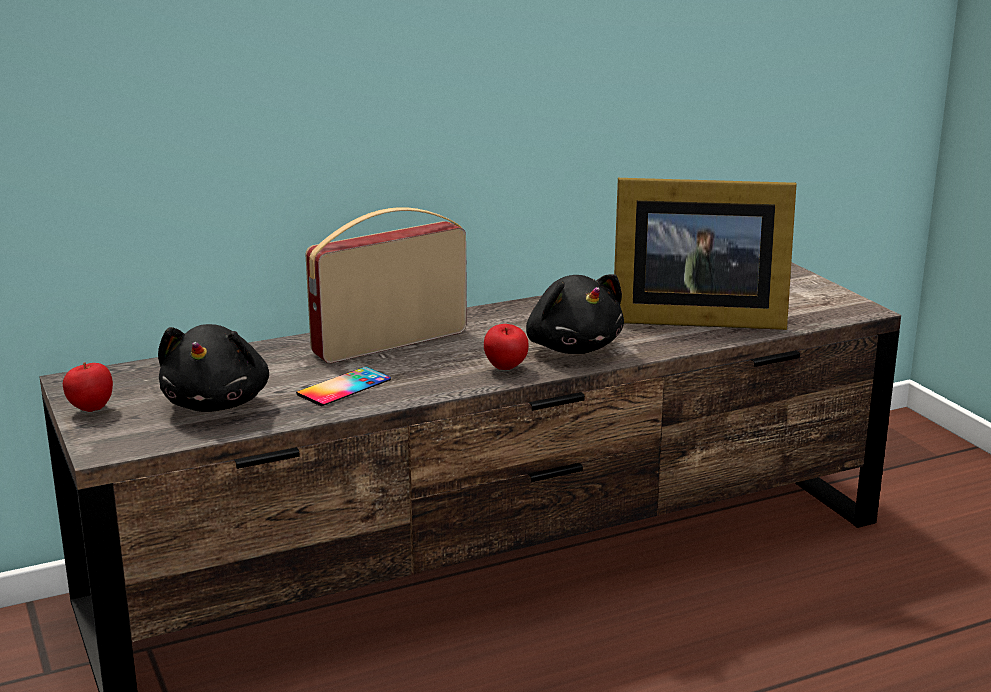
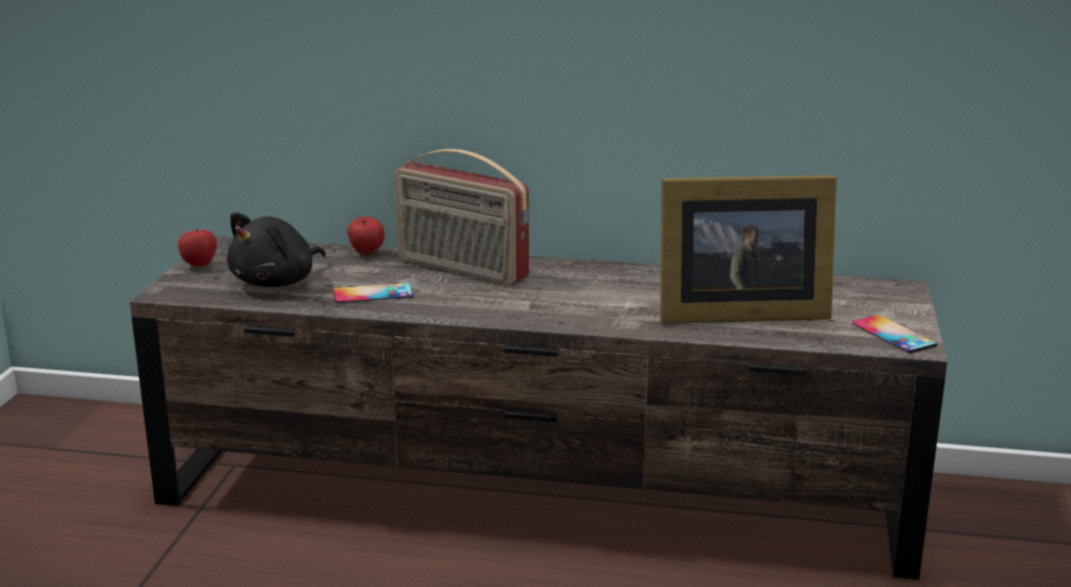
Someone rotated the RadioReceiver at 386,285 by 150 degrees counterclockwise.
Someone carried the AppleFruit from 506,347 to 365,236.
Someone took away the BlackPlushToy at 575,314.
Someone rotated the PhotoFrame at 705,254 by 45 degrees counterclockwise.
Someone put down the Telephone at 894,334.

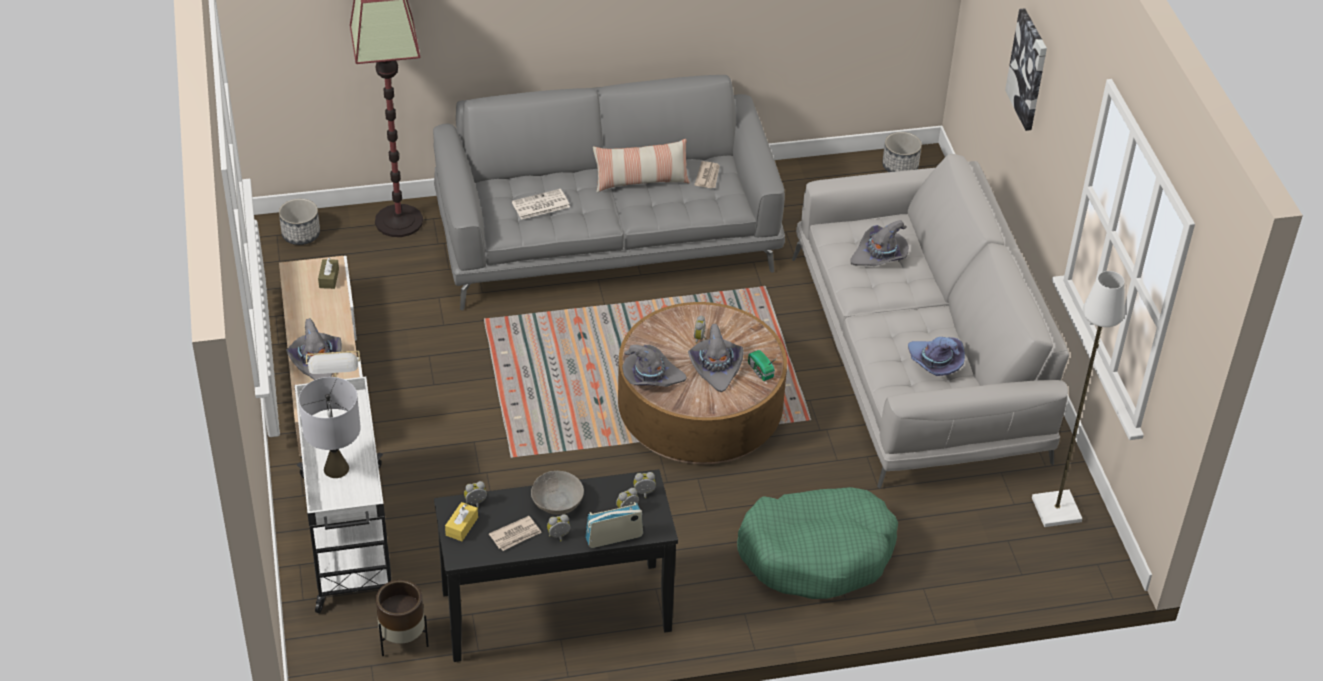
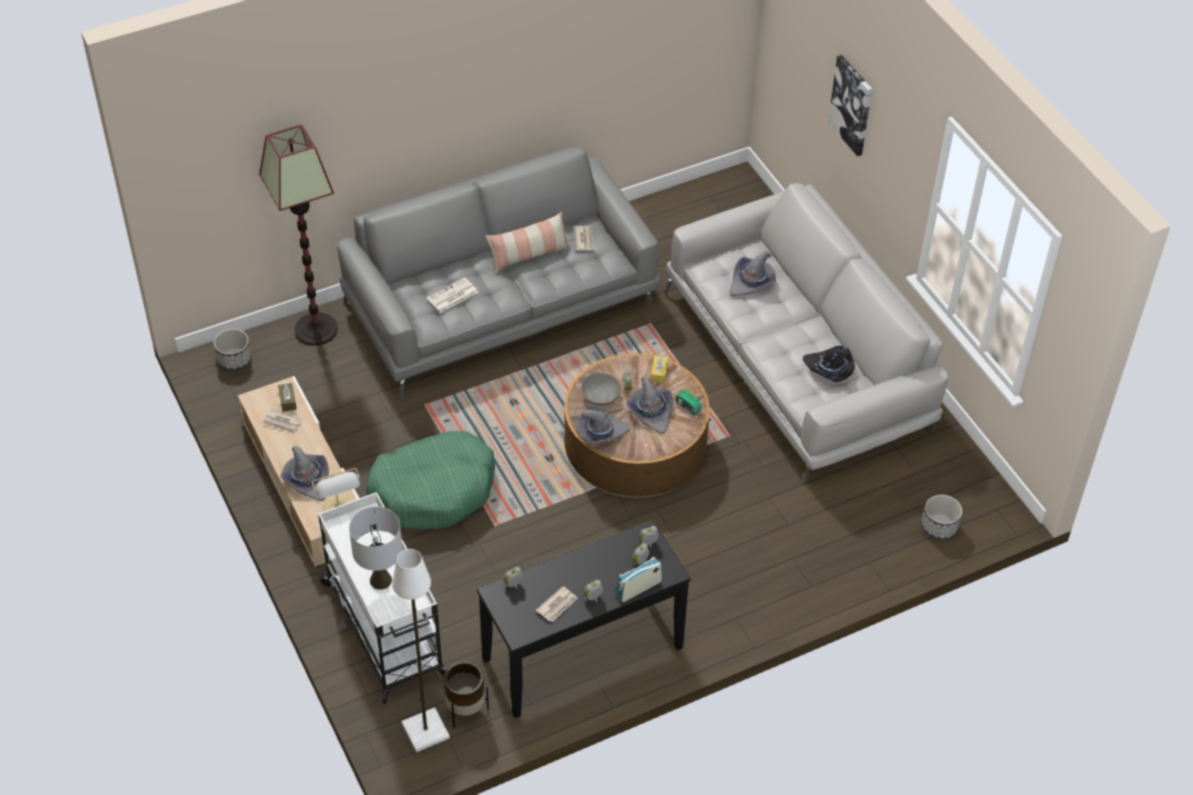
Someone carried the YellowTissueBox from 461,521 to 659,370.
Someone carried the GreyServingBowl from 557,493 to 601,389.
Someone carried the GreenPetBed from 817,543 to 430,480.
Someone carried the FlowerPot from 902,152 to 941,517.
Someone repainted the PurpleWearableHat at 936,356, which became the BlackWearableHat at 829,364.
Someone carried the WhitishStandardLamp from 1078,399 to 421,650.
Someone put down the DailyPaper at 282,421.

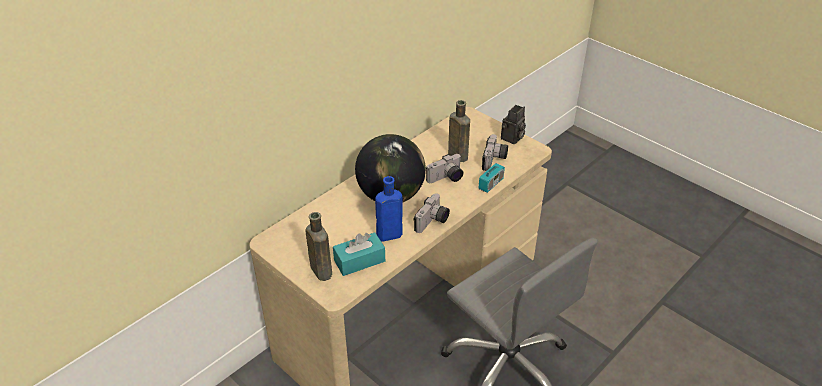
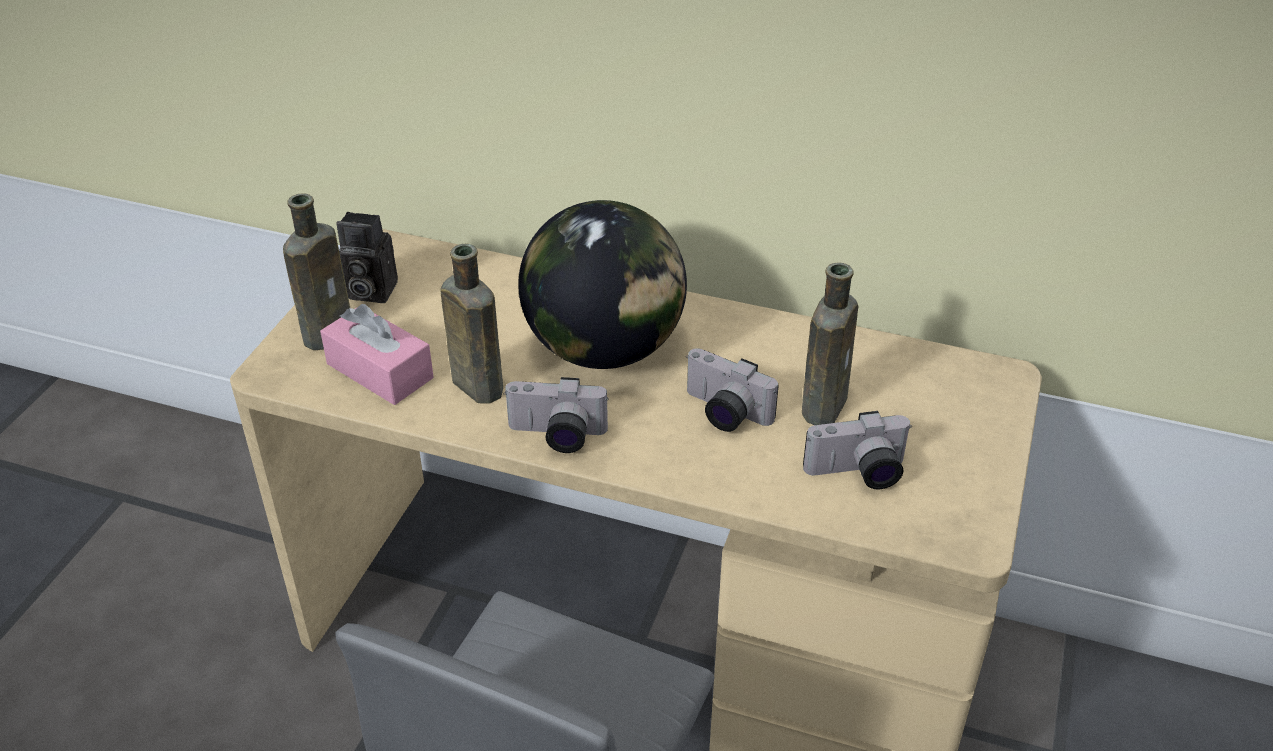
Someone repainted the TurquoiseColouredTissueBox at 359,254, which became the PinkTissueBox at 377,354.
Someone repainted the BluishBottle at 389,209, which became the BrownishBottle at 472,323.
Someone took away the RadioReceiver at 492,169.
Someone carried the PhotoCamera from 513,124 to 367,257.

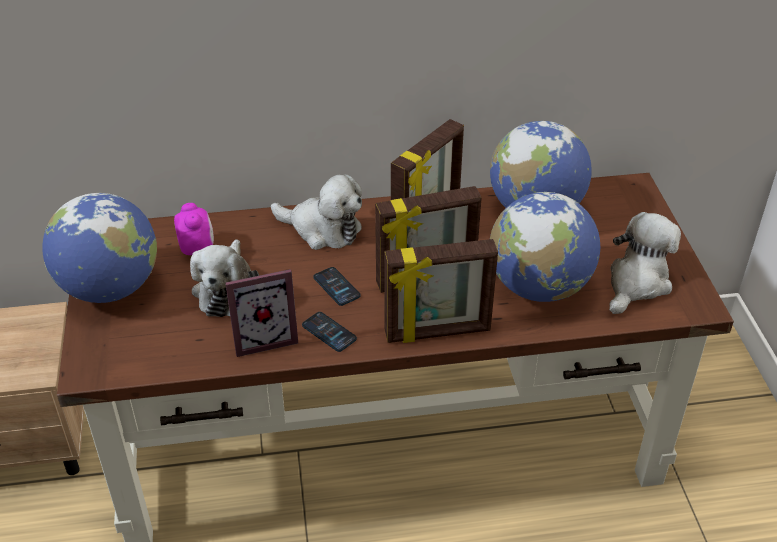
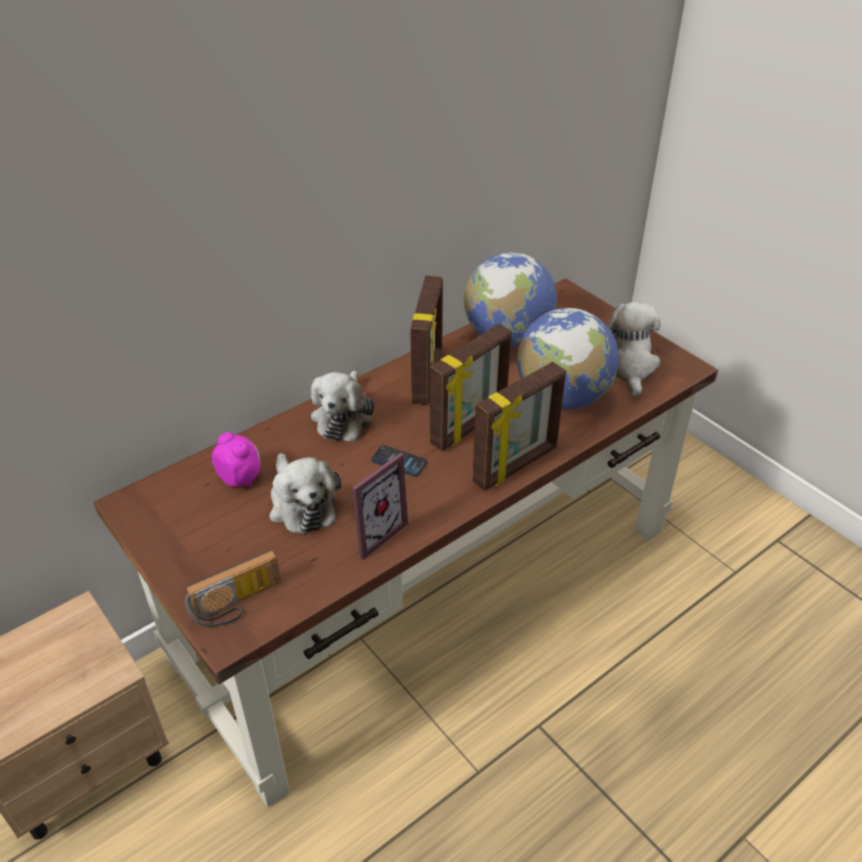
Someone took away the DeskGlobe at 99,248.
Someone rotated the PlushToy at 316,212 by 105 degrees clockwise.
Someone took away the Telephone at 329,332.
Someone put down the RadioReceiver at 233,588.

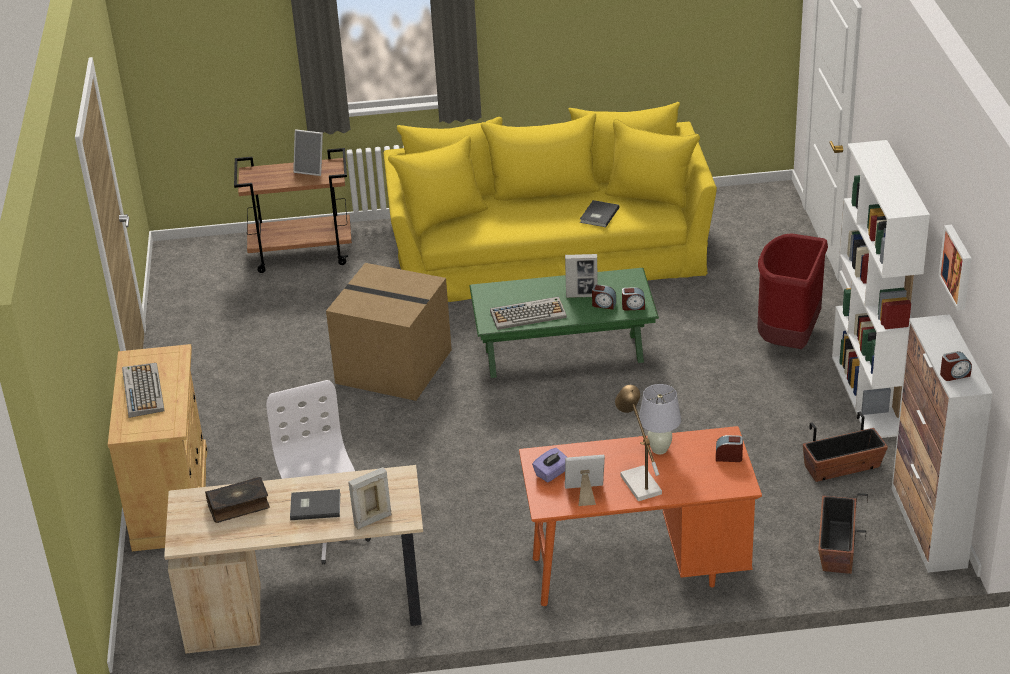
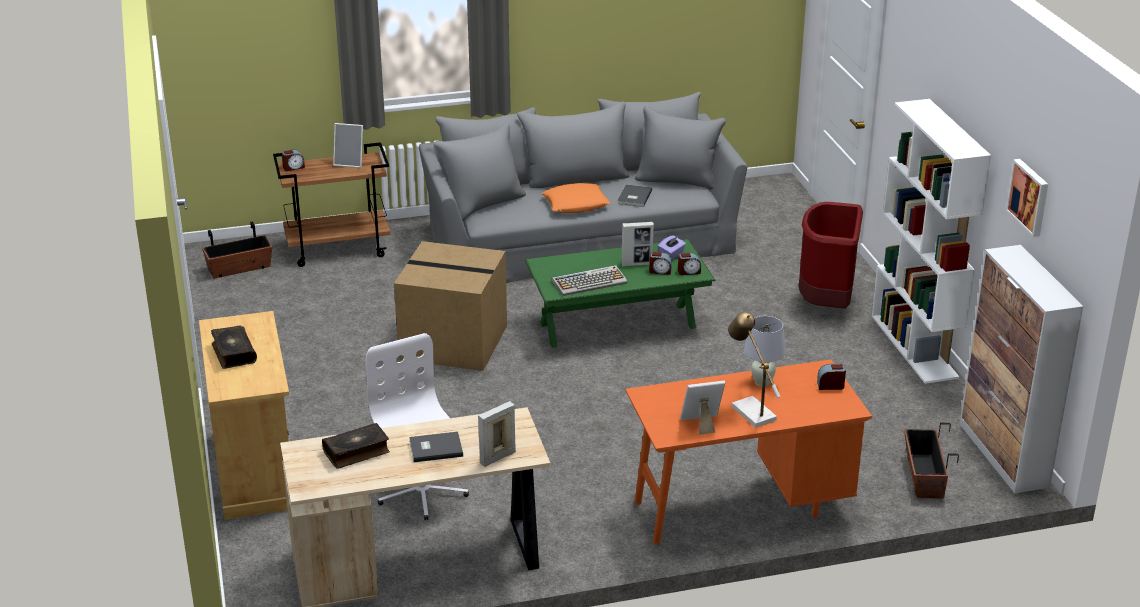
Someone swapped the Keyboard at 143,390 for the BoundBook at 234,347.
Someone repainted the YellowSofa at 550,202, which became the GreySofa at 583,187.
Someone carried the PurpleTissueBox from 550,465 to 671,247.
Someone carried the FlowerPot from 845,447 to 237,250.
Someone carried the AlarmClock from 956,366 to 293,160.
Someone put down the OrangeyPillow at 576,198.

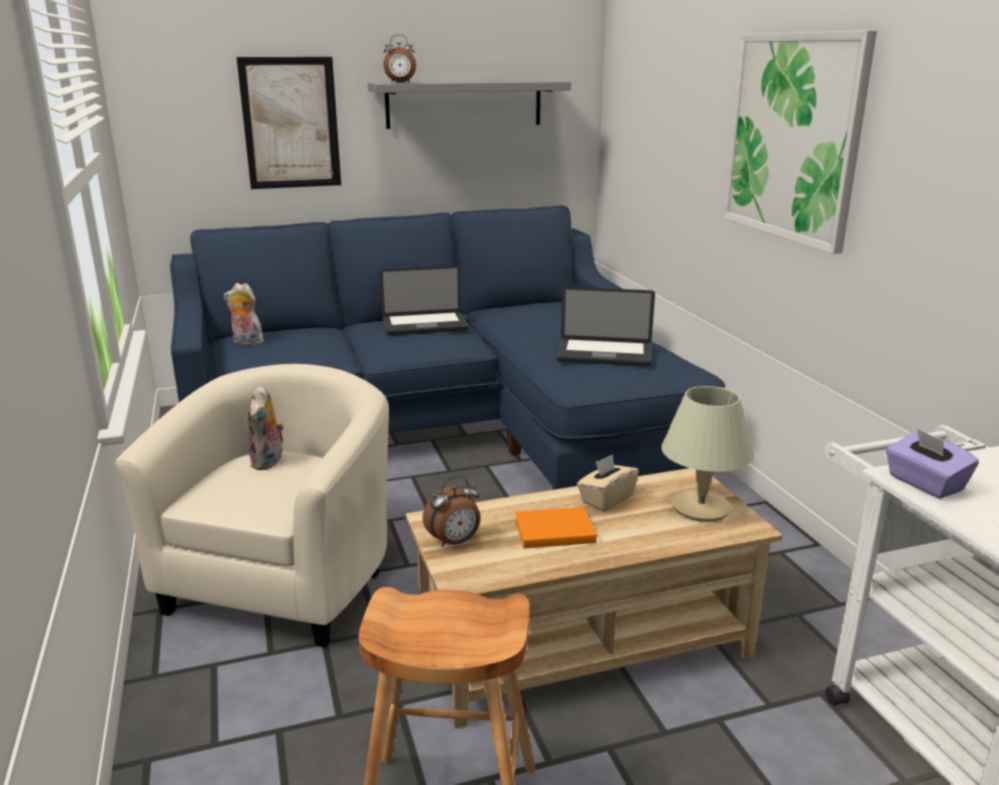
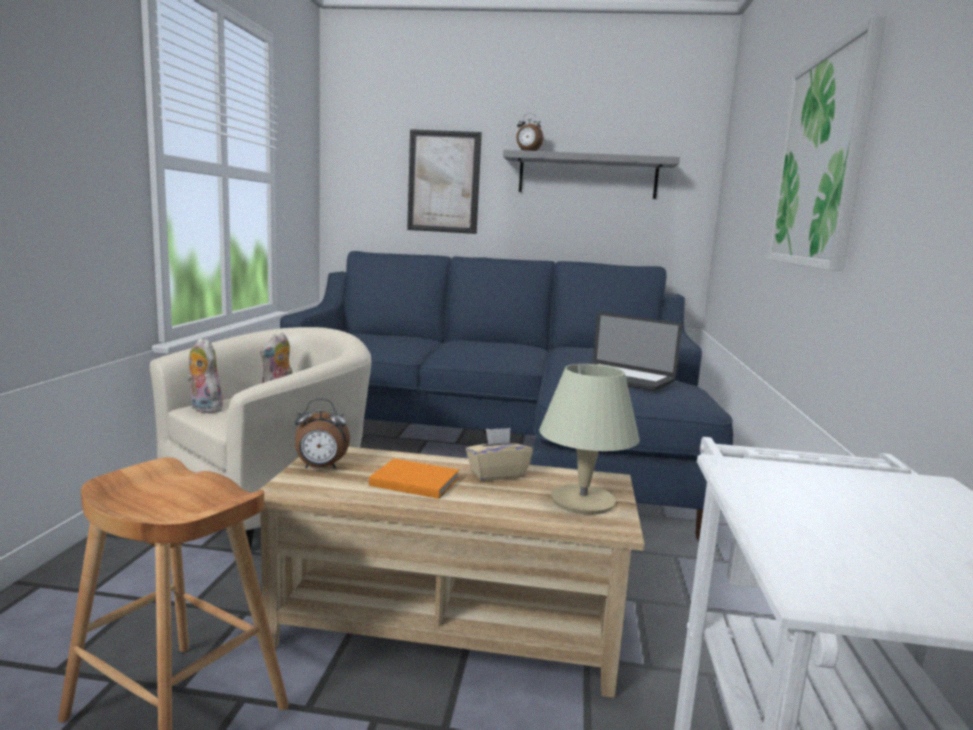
Someone carried the PlushToy from 244,314 to 205,375.
Someone took away the NotebookComputer at 424,300.
Someone took away the PurpleTissueBox at 932,464.

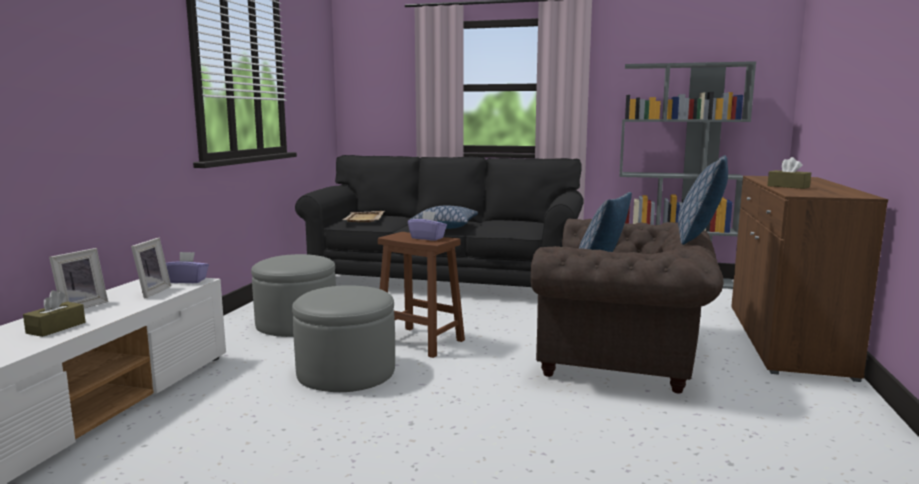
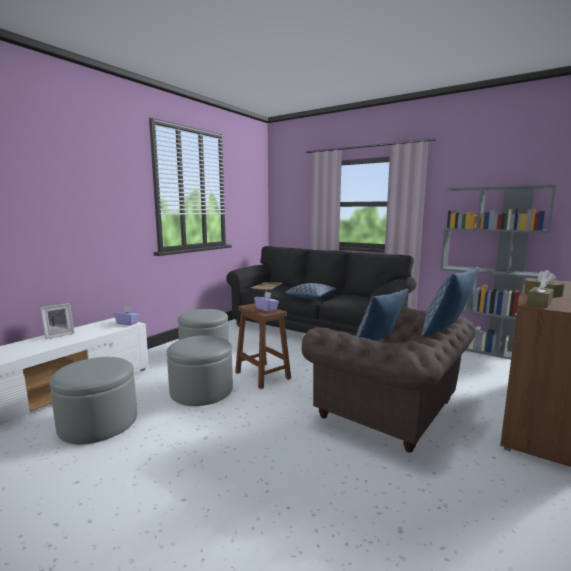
Someone carried the BrownishTissueBox from 54,313 to 540,292.
Someone took away the PhotoFrame at 151,268.
Someone put down the GreyOttoman at 93,400.

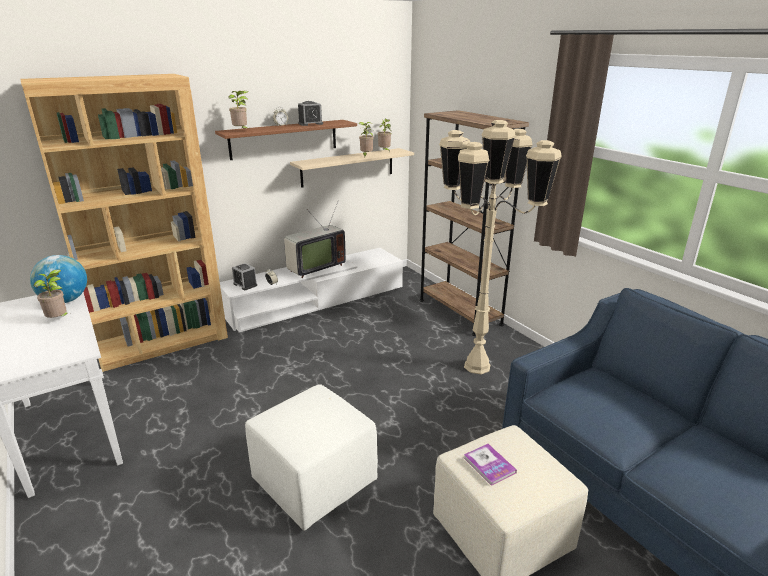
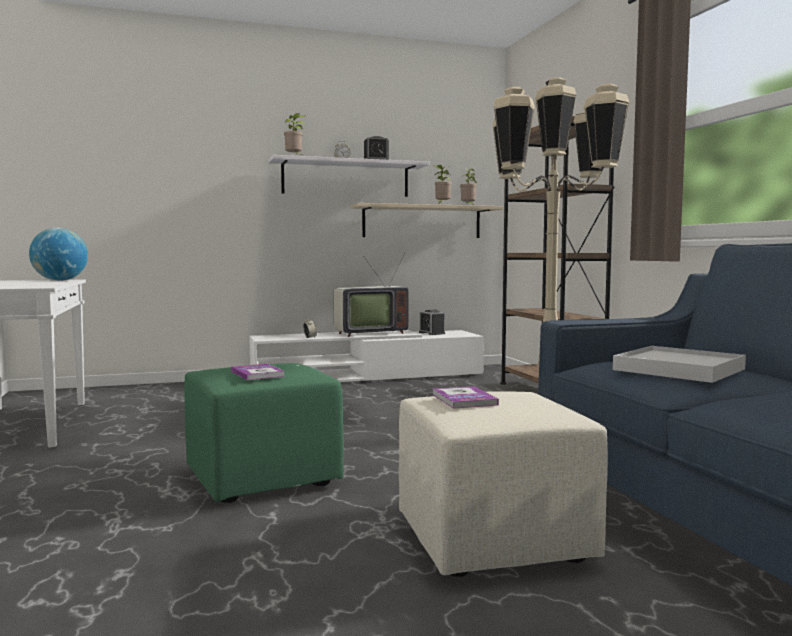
Someone took away the BrownishBookcase at 124,223.
Someone took away the PottedPlant at 50,293.
Someone repainted the BrownishShelf at 286,140, which became the WhitishShelf at 349,176.
Someone carried the AlarmClock from 244,276 to 432,322.
Someone repainted the WhitishOttoman at 311,457, which became the GreenOttoman at 264,433.
Someone put down the BoundBook at 258,372.
Someone put down the WhitishCarryingTray at 679,364.

